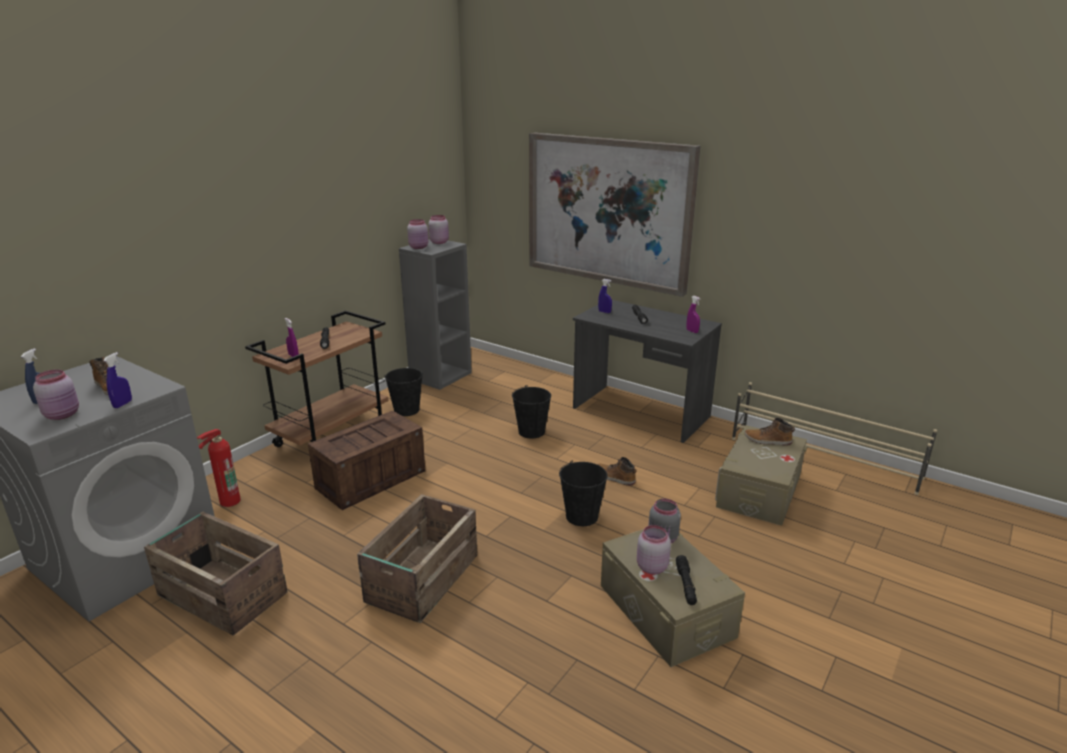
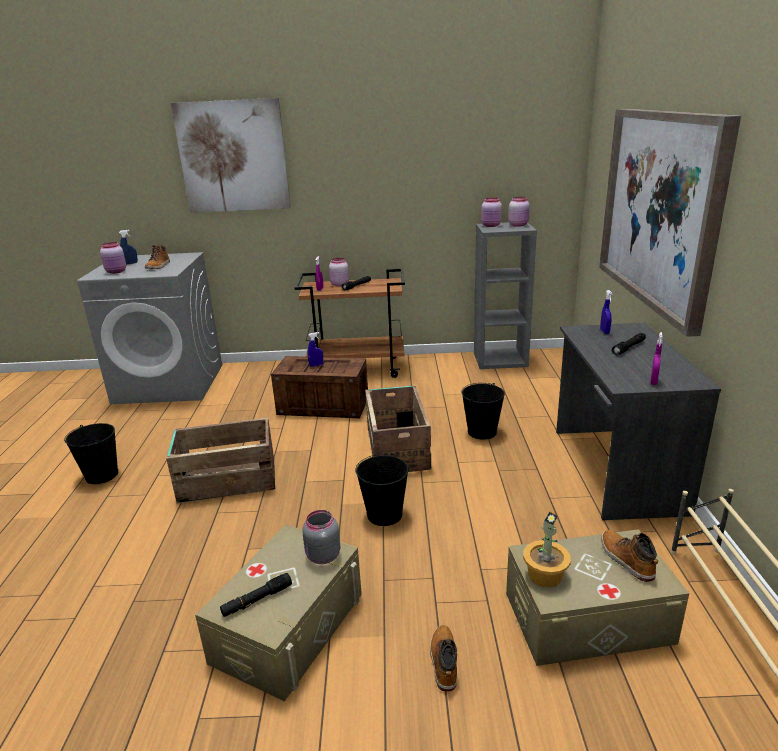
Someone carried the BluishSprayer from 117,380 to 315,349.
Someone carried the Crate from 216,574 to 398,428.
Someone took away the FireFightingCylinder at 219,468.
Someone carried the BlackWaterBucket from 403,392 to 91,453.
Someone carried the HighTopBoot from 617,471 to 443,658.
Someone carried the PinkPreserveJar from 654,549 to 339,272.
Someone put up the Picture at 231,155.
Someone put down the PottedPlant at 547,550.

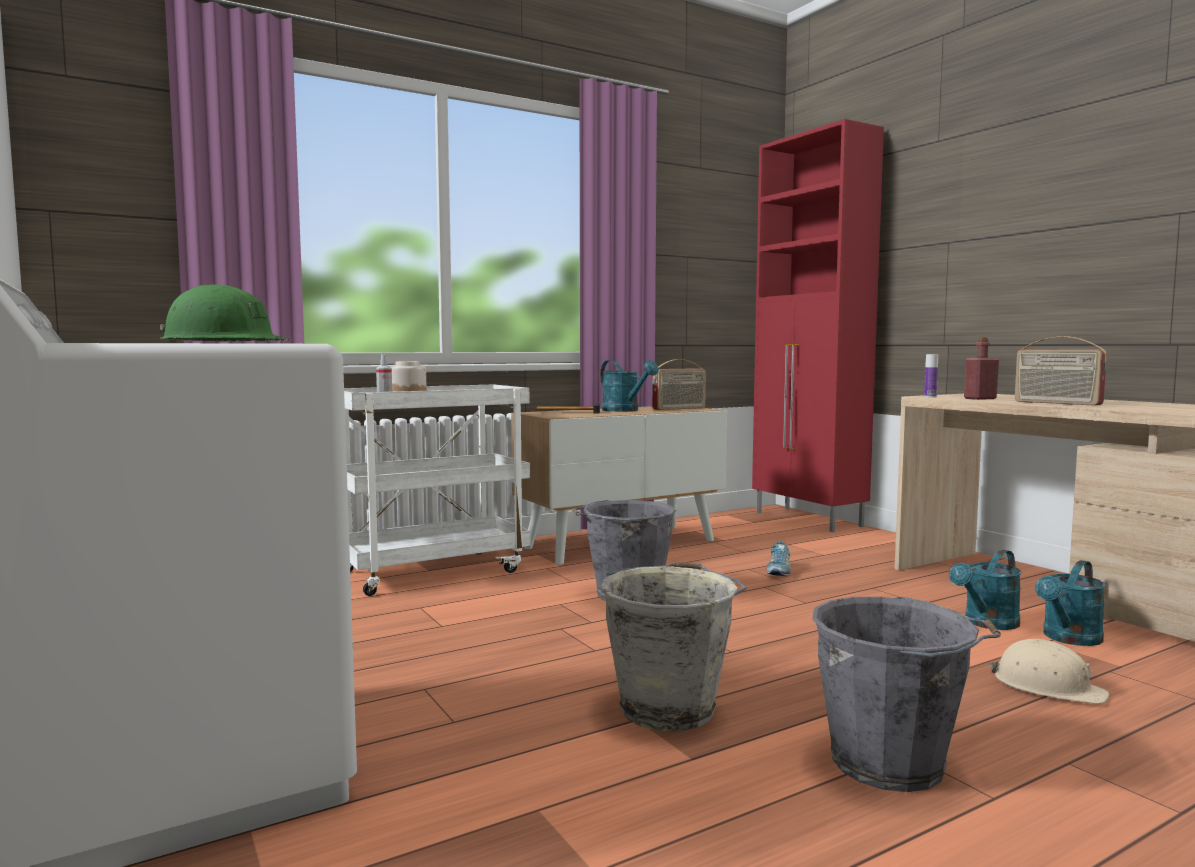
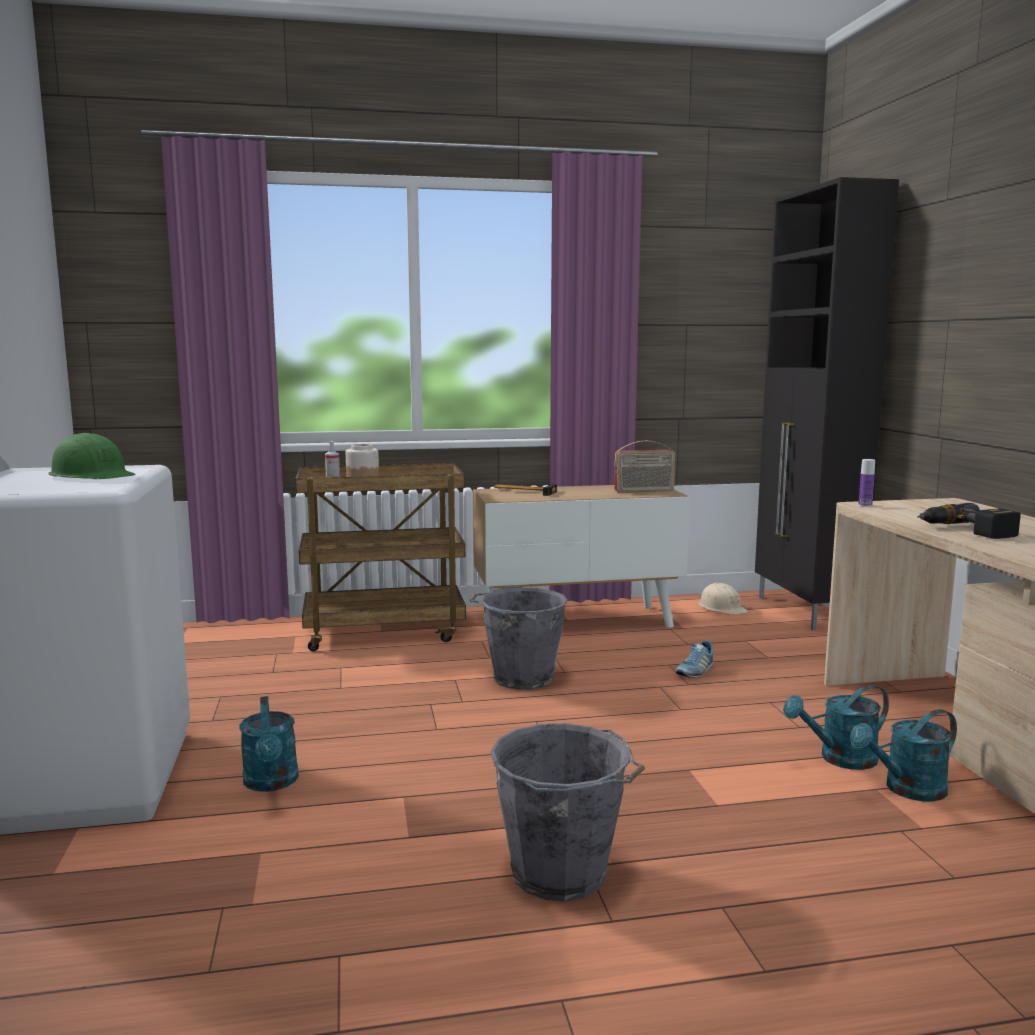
Someone repainted the WhitishCart at 437,490, which became the BrownishCart at 380,557.
Someone carried the TurquoiseColouredSprinklingCan from 629,386 to 269,744.
Someone took away the GreyWaterBucket at 673,646.
Someone repainted the RedCabinet at 818,325, which became the BlackCabinet at 827,404.
Someone took away the RedBottle at 981,368.
Someone carried the SandColouredWorkHelmet from 1049,671 to 723,599.
Someone swapped the RadioReceiver at 1061,371 for the Drill at 969,521.

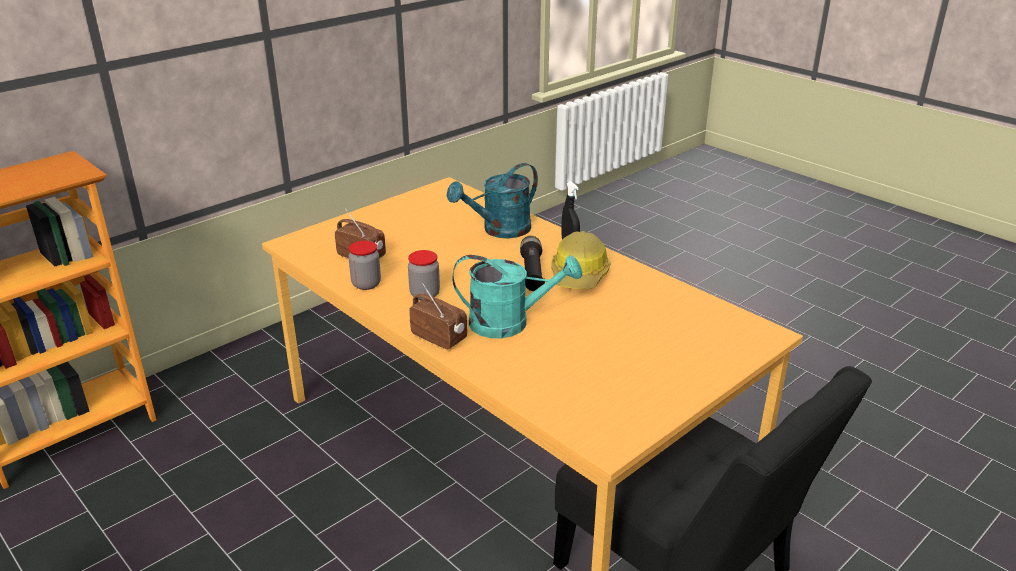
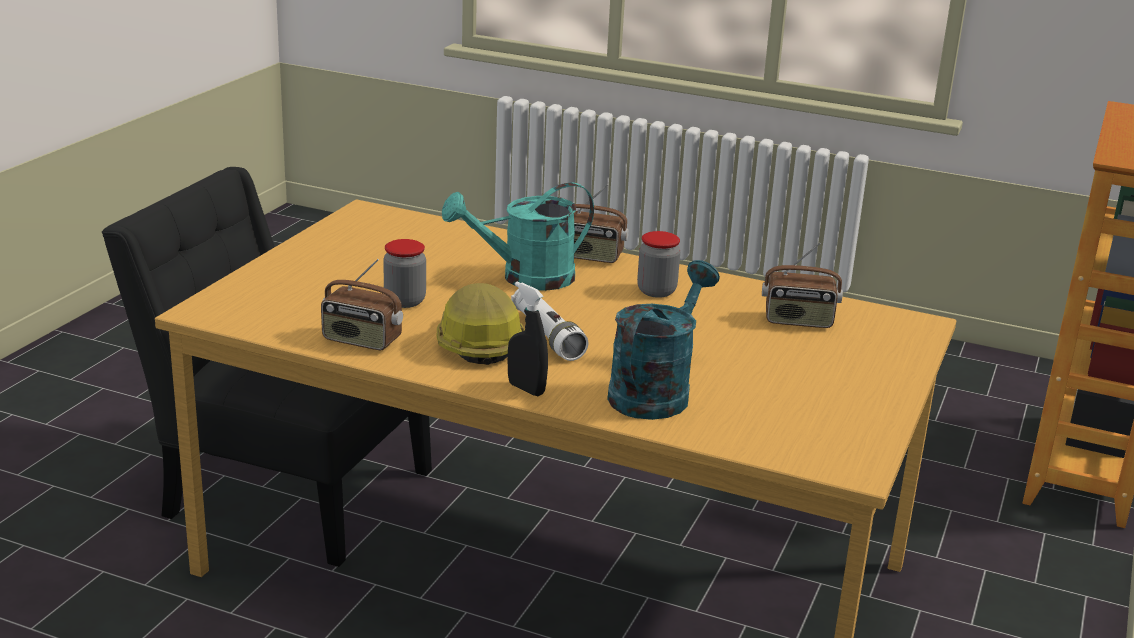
Someone carried the PreserveJar from 364,265 to 404,273.
Someone repainted the BlackTorch at 532,263, which became the WhitishTorch at 549,325.
Someone put down the RadioReceiver at 362,304.

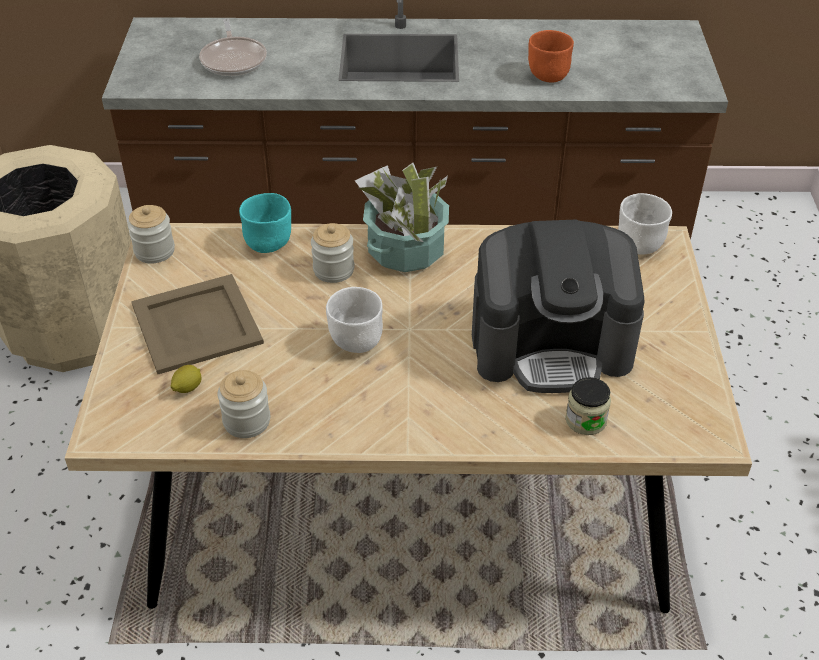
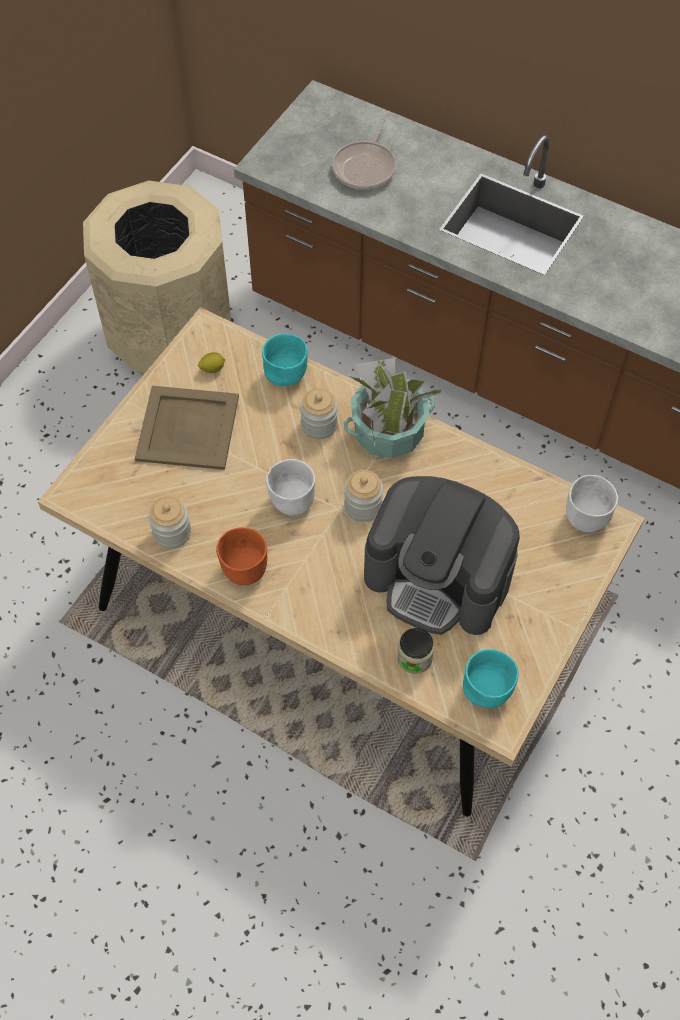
Someone carried the PreserveJar from 151,234 to 363,496.
Someone carried the CitrusFruit from 186,379 to 211,362.
Someone carried the OrangeyServingBowl from 551,56 to 241,556.
Someone put down the TurquoiseColouredServingBowl at 491,678.

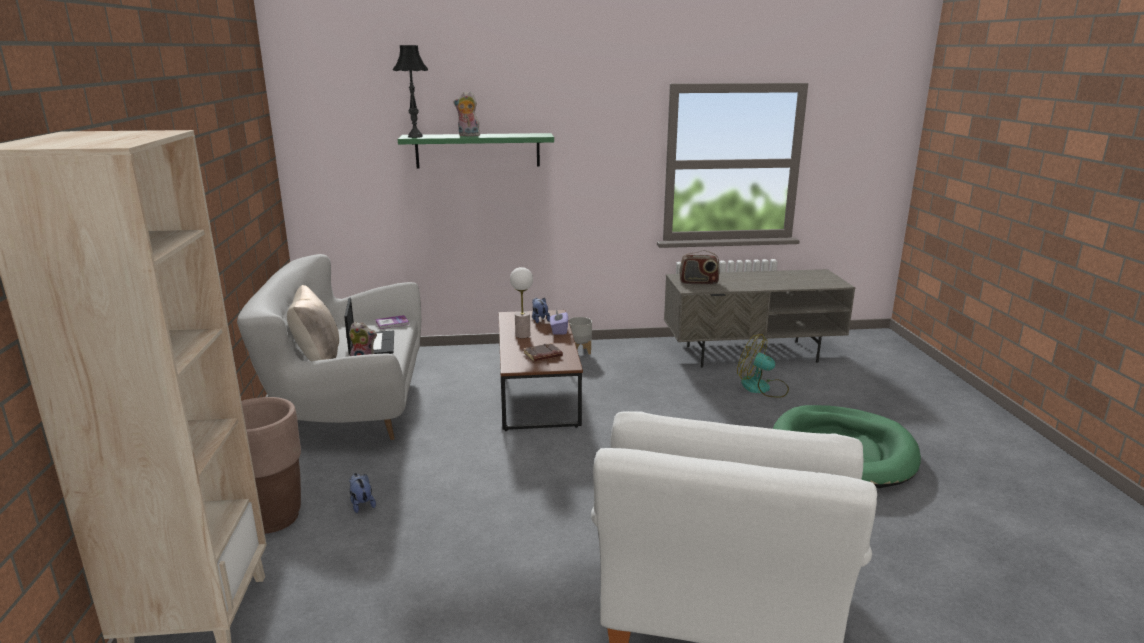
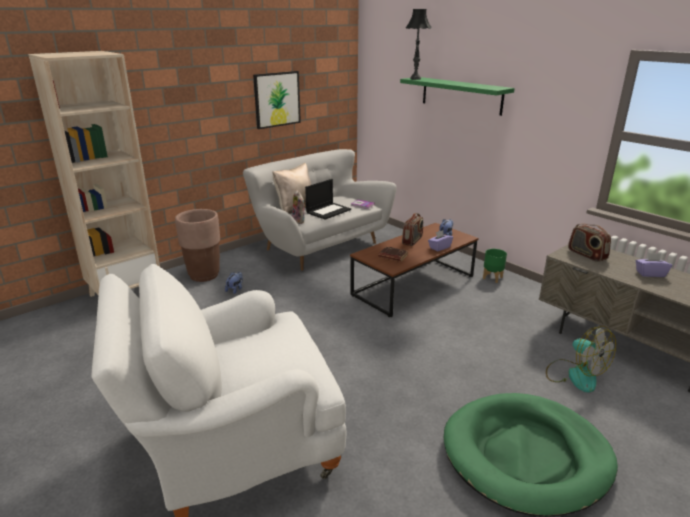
Someone took away the PlushToy at 467,114.
Someone swapped the TabletopLamp at 521,302 for the RadioReceiver at 412,229.
Someone repainted the GreyFlowerPot at 580,335, which became the GreenFlowerPot at 495,266.
Someone rotated the CoolingFan at 763,366 by 150 degrees clockwise.
Someone put up the Picture at 277,100.
Someone put down the PurpleTissueBox at 654,265.

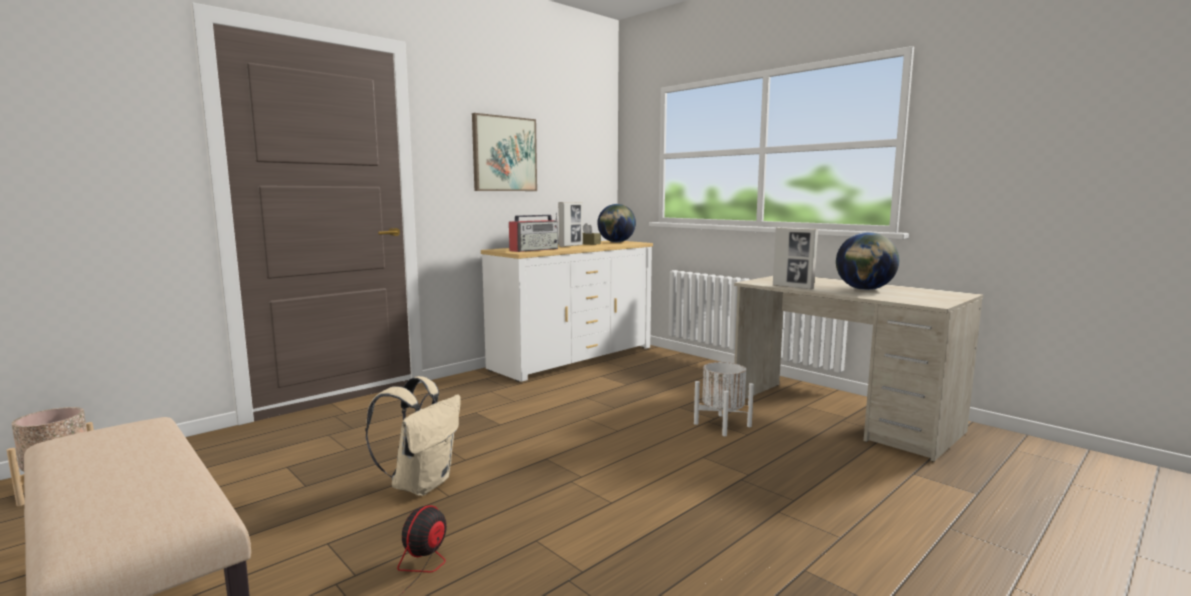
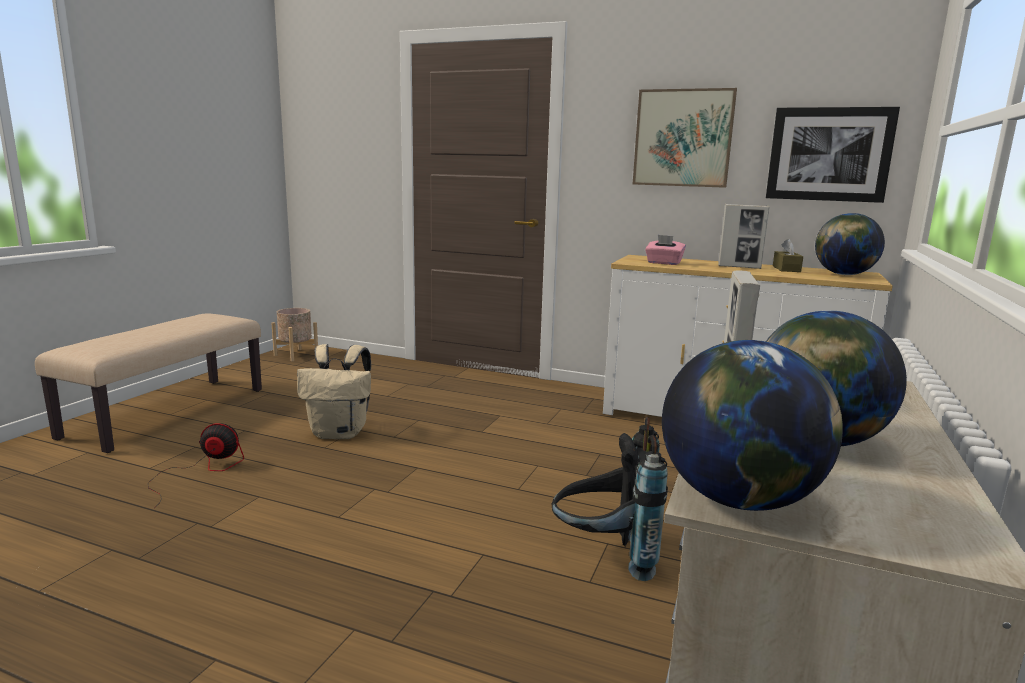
Someone swapped the RadioReceiver at 533,232 for the PinkTissueBox at 665,250.
Someone swapped the WhitishFlowerPot at 724,399 for the BlackRucksack at 609,499.
Someone put down the DeskGlobe at 752,425.
Someone put up the Picture at 833,155.

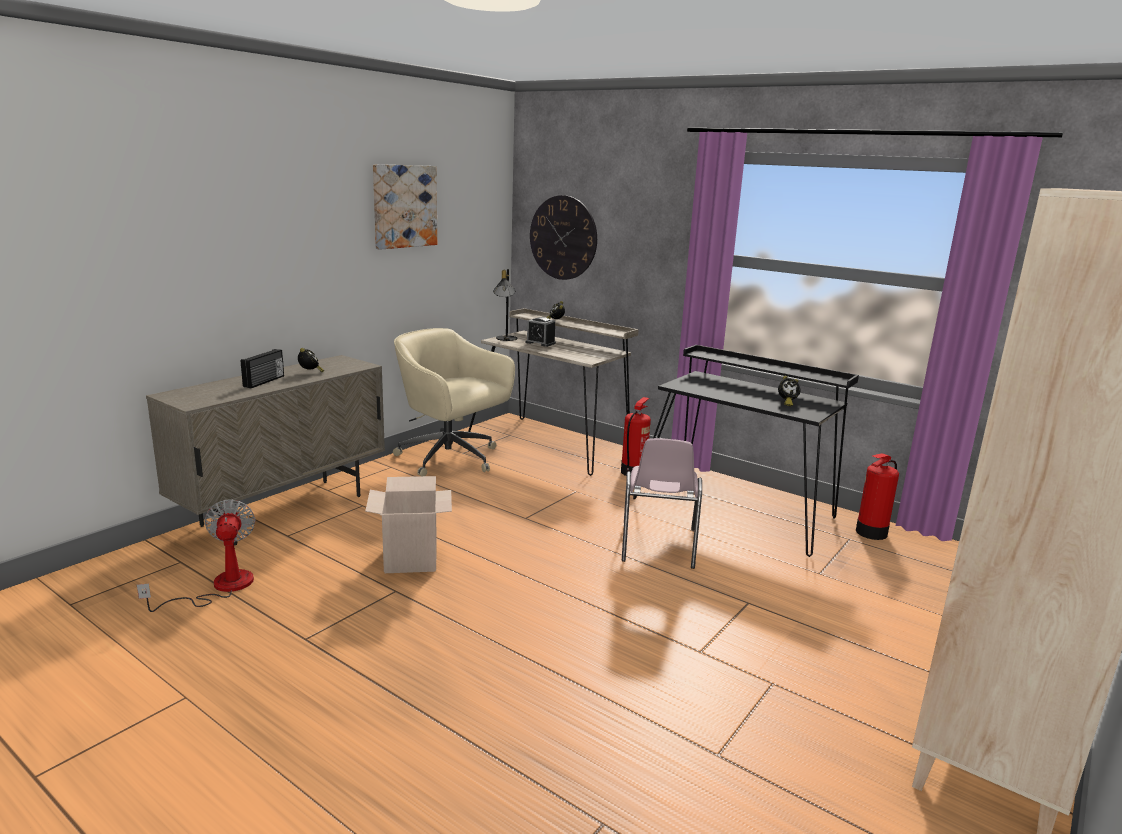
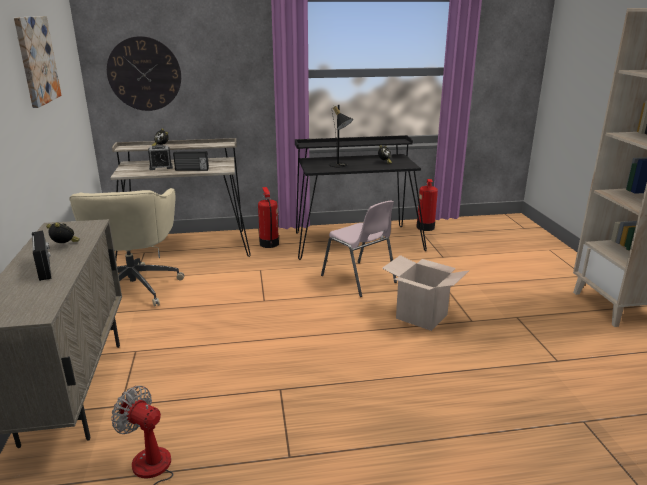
Someone carried the CardboardBox from 408,524 to 425,293.
Someone rotated the SandColouredDeskChair at 454,402 by 90 degrees counterclockwise.
Someone carried the BlackTabletopLamp from 505,305 to 341,136.
Someone put down the RadioReceiver at 191,161.

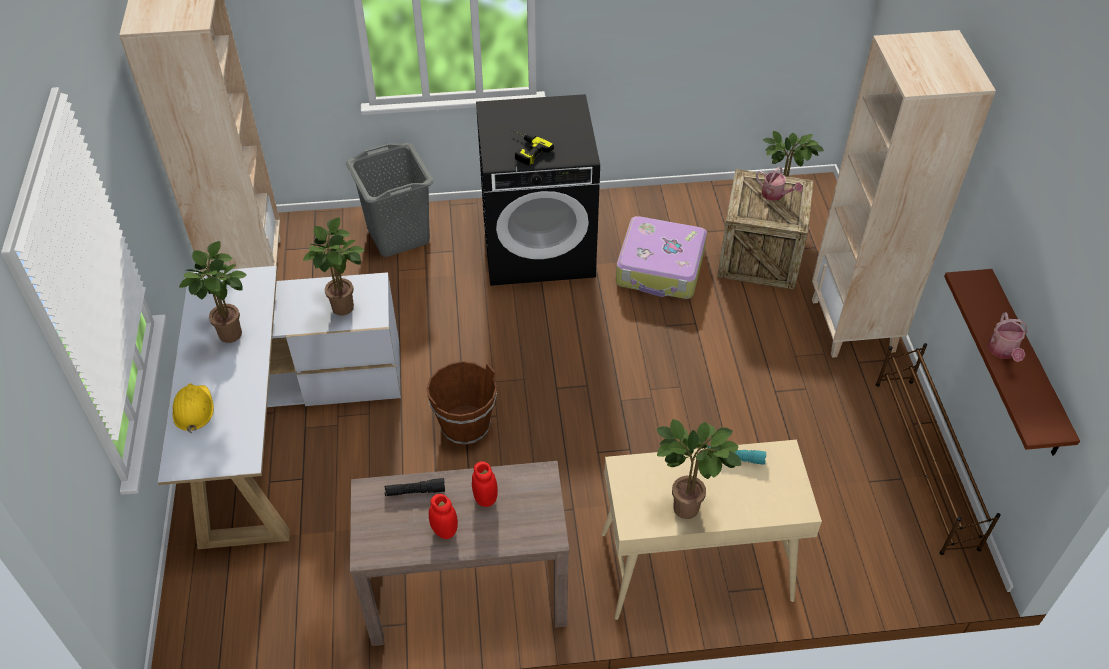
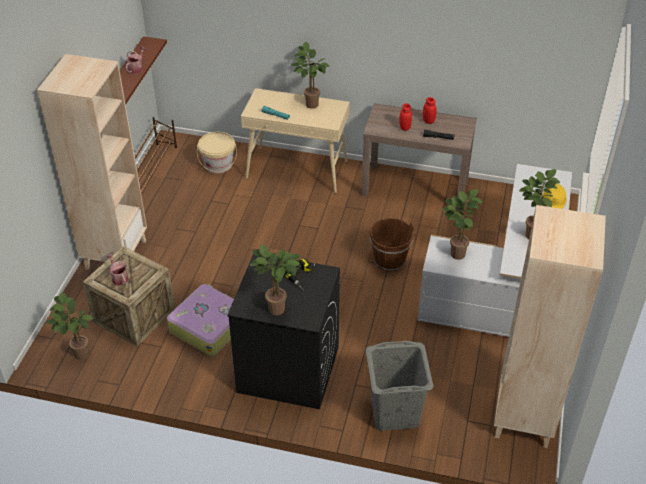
Someone put down the SandColouredWaterBucket at 217,153.
Someone put down the PottedPlant at 275,280.

